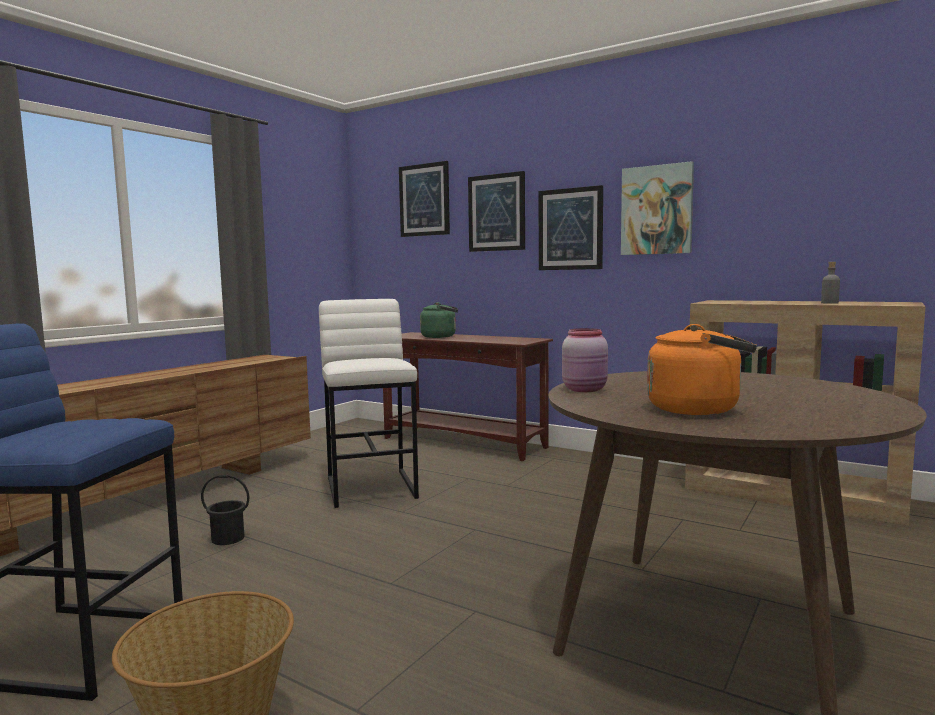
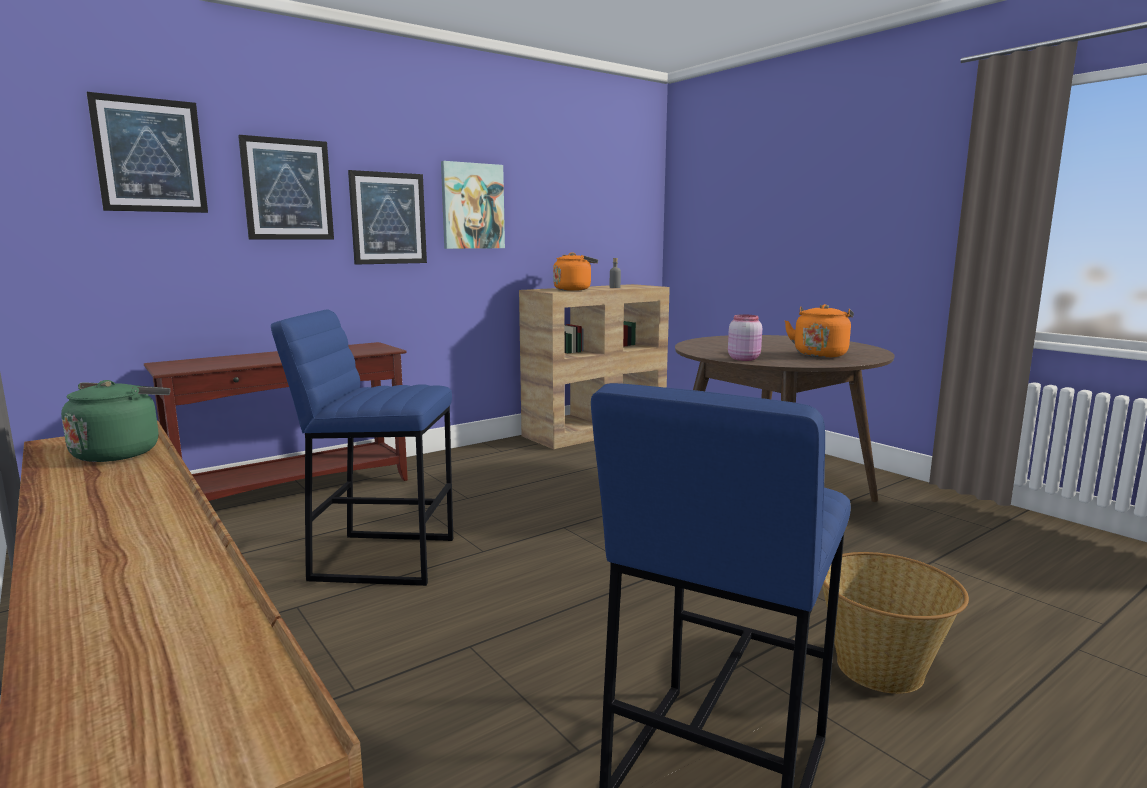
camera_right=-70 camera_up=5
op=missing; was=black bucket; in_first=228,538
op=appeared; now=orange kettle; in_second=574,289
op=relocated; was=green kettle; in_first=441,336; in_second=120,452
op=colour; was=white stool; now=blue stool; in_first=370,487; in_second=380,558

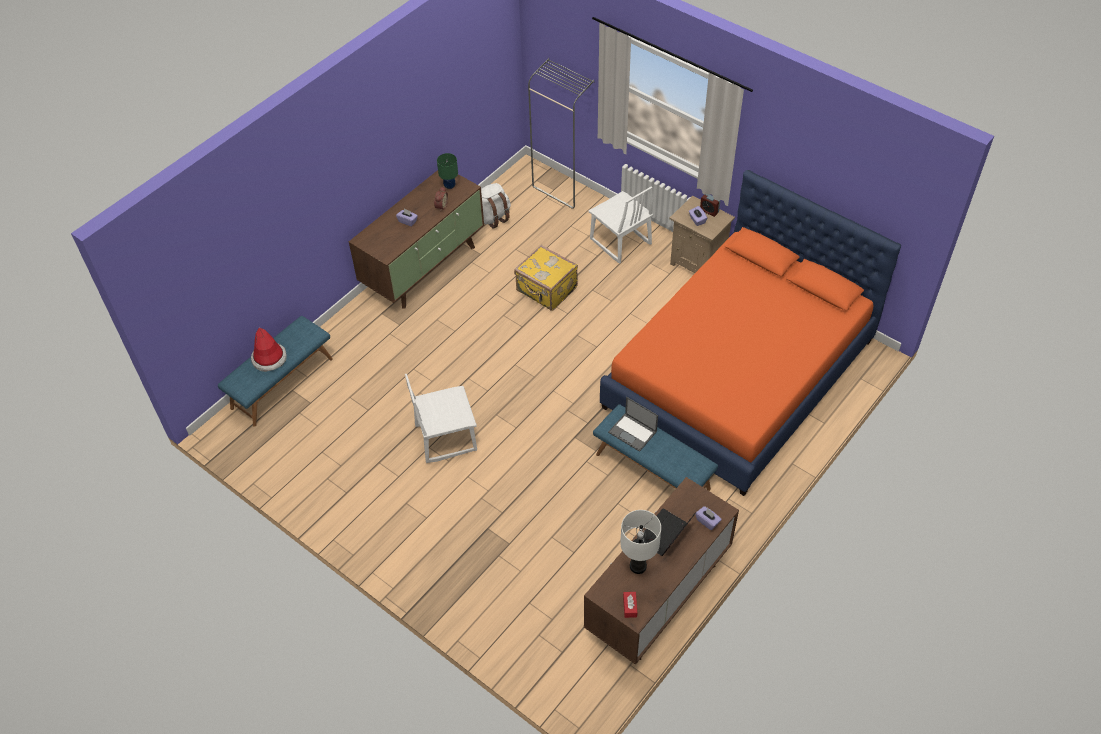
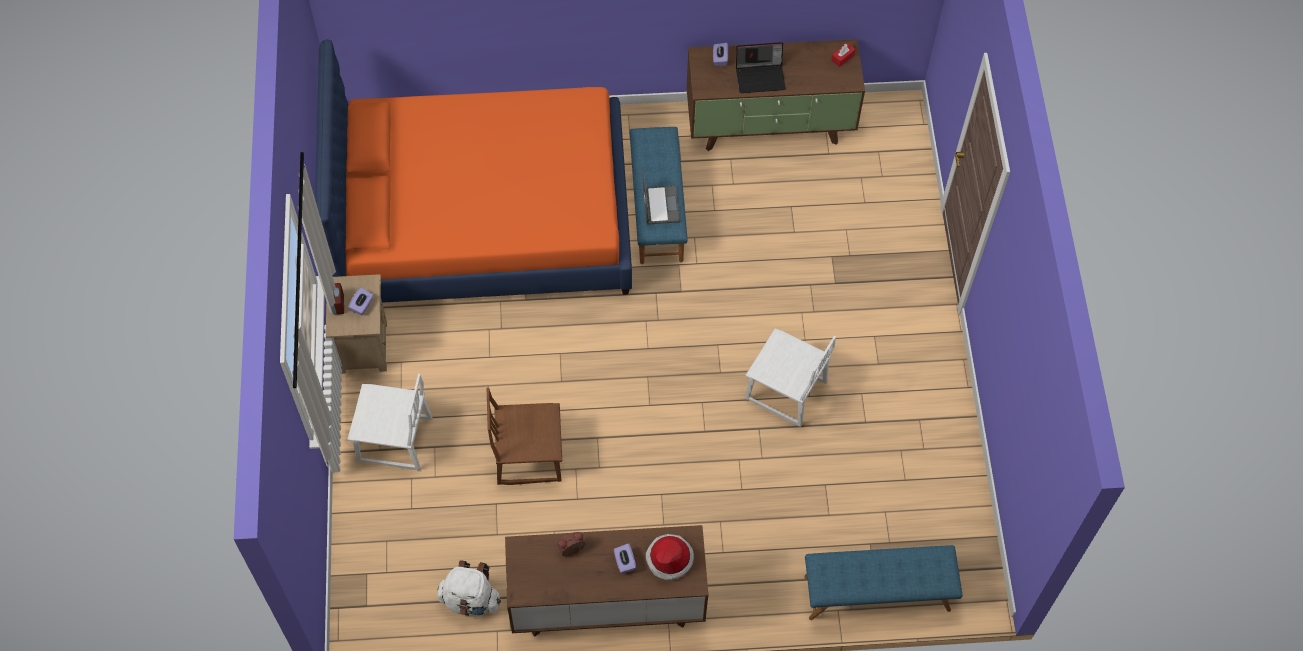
camera_right=-135 camera_up=10
op=missing; was=green table lamp; in_first=449,186
op=missing; was=grey clothes rack; in_first=562,190
op=missing; was=white table lamp; in_first=638,566
op=relocated; was=hat; in_first=269,359; in_second=669,558
op=exchanged; was=yellow suitcase; now=brown chair; in_first=546,290; in_second=528,455
op=spun; was=white chair; in_first=620,242; in_second=395,440; clockwise=90

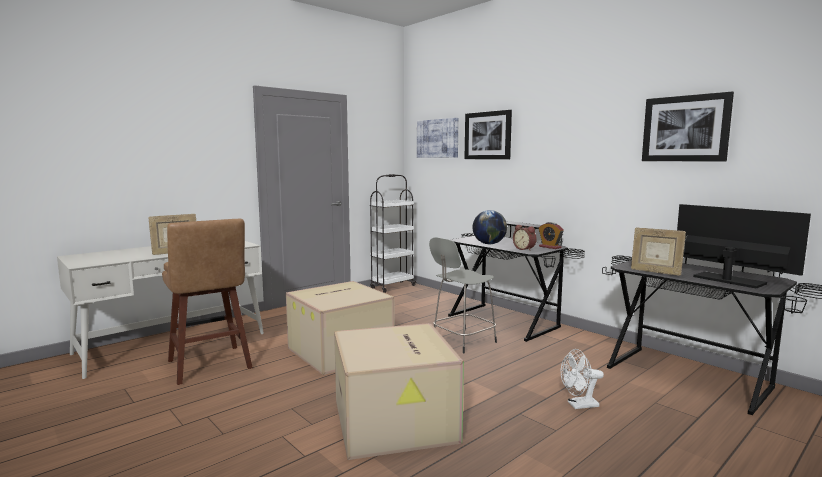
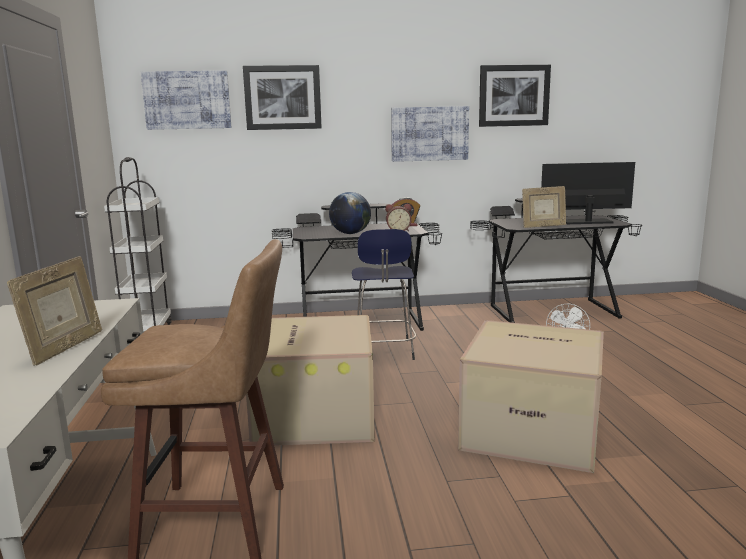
camera_right=-55 camera_up=5
op=appeared; now=picture; in_second=429,134
op=colour; was=grey stool; now=blue stool; in_first=462,341; in_second=383,352

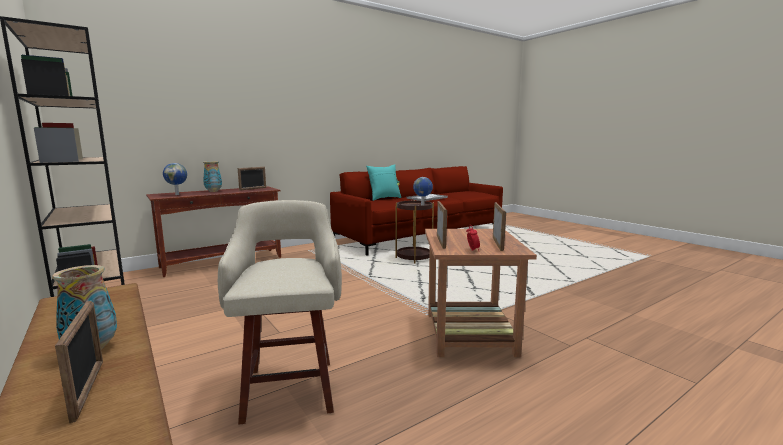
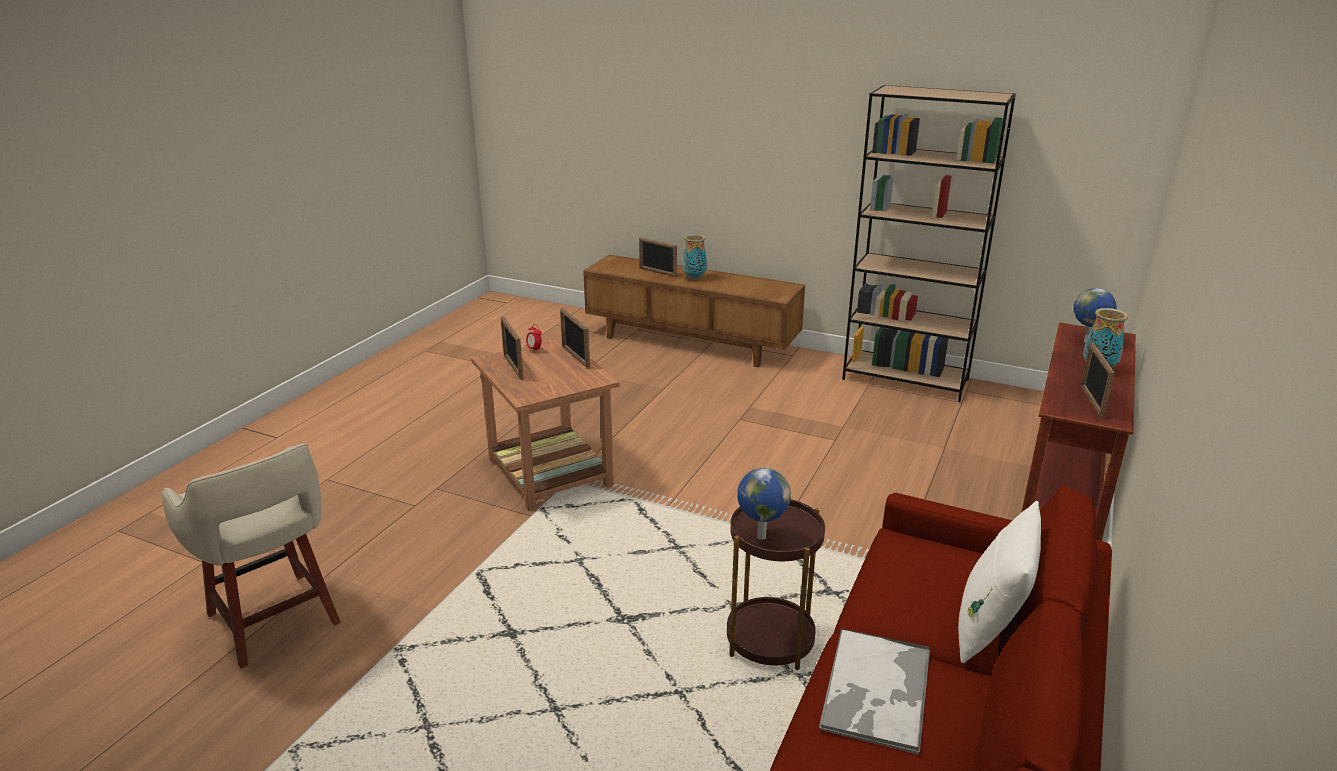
camera_right=150 camera_up=15
op=relocated; was=beige stool; in_first=290,386; in_second=275,622
op=colour; was=turquoise pillow; now=white pillow; in_first=384,198; in_second=990,628

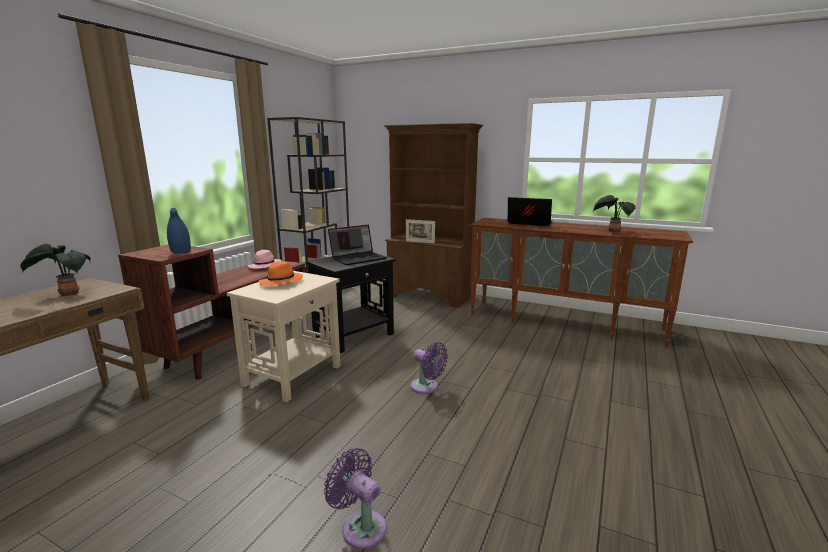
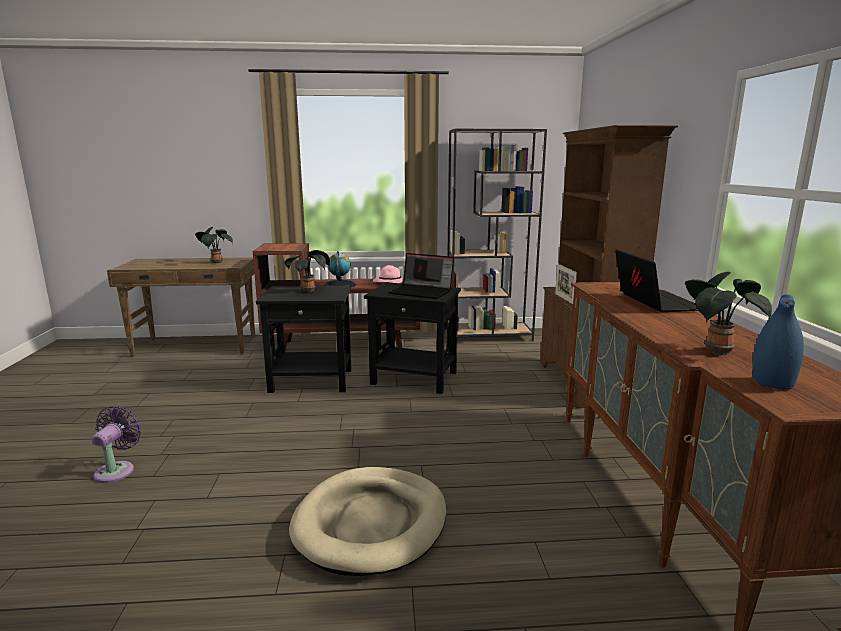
camera_right=60 camera_up=0
op=missing; was=purple fan; in_first=427,387
op=appeared; now=beige dog bed; in_second=371,523
op=appeared; now=globe; in_second=339,285
op=relocated; was=blue vase; in_first=180,252; in_second=772,384
op=exchanged; was=orange hat; now=potted plant; in_first=281,282; in_second=310,290
op=colour; was=beige side table; now=black side table; in_first=293,375; in_second=311,381

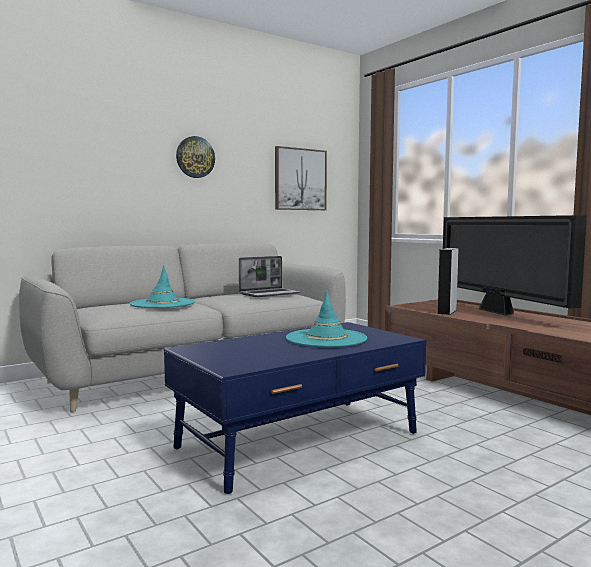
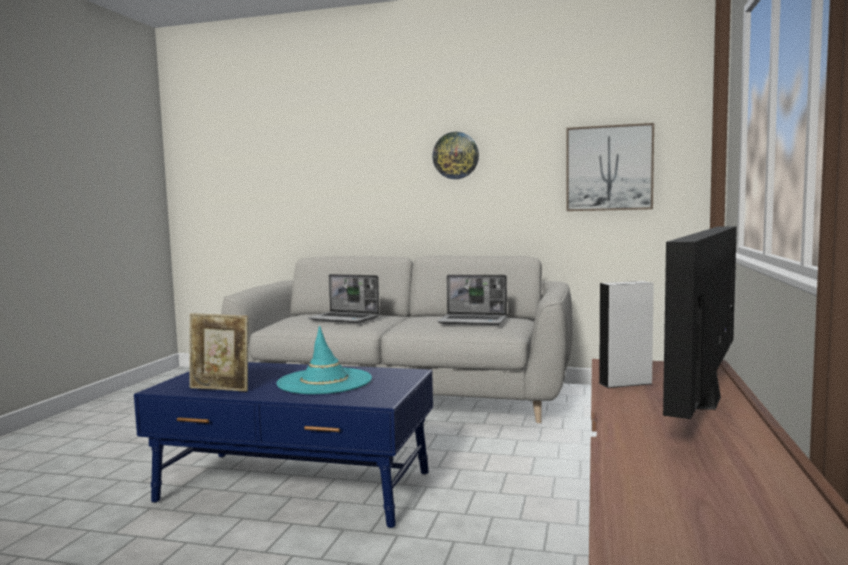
camera_right=50 camera_up=0
op=appeared; now=picture frame; in_second=220,389
op=exchanged; was=turquoise hat; now=laptop; in_first=162,303; in_second=345,318

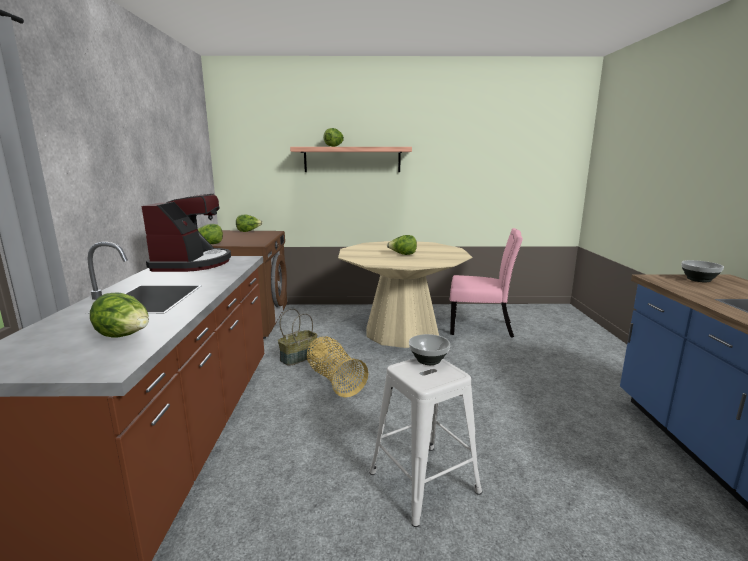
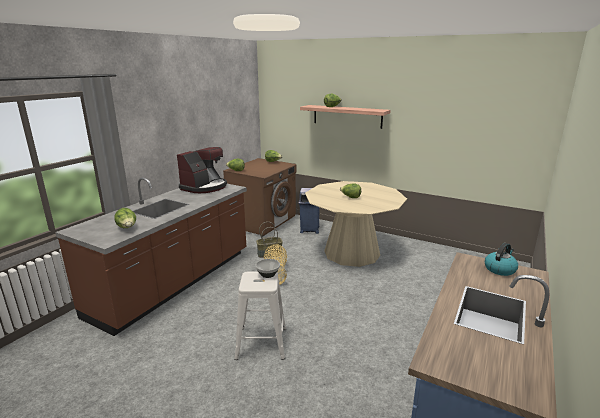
camera_right=30 camera_up=5
op=missing; was=pink chair; in_first=479,327
op=appeared; now=blue trash can; in_second=309,229
op=exchanged; was=bowl; now=kettle; in_first=698,280; in_second=500,269

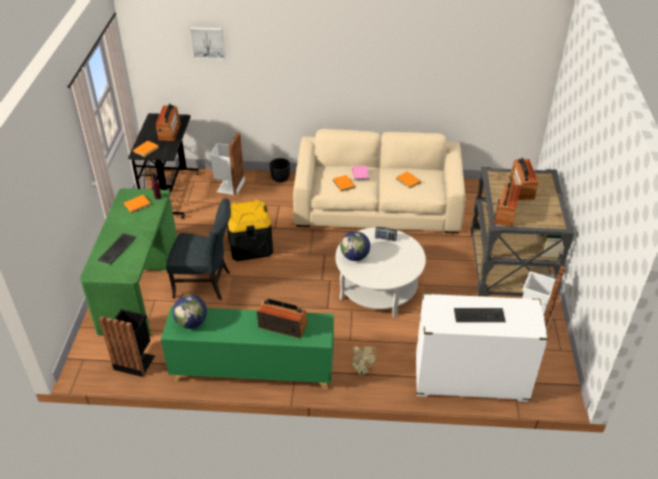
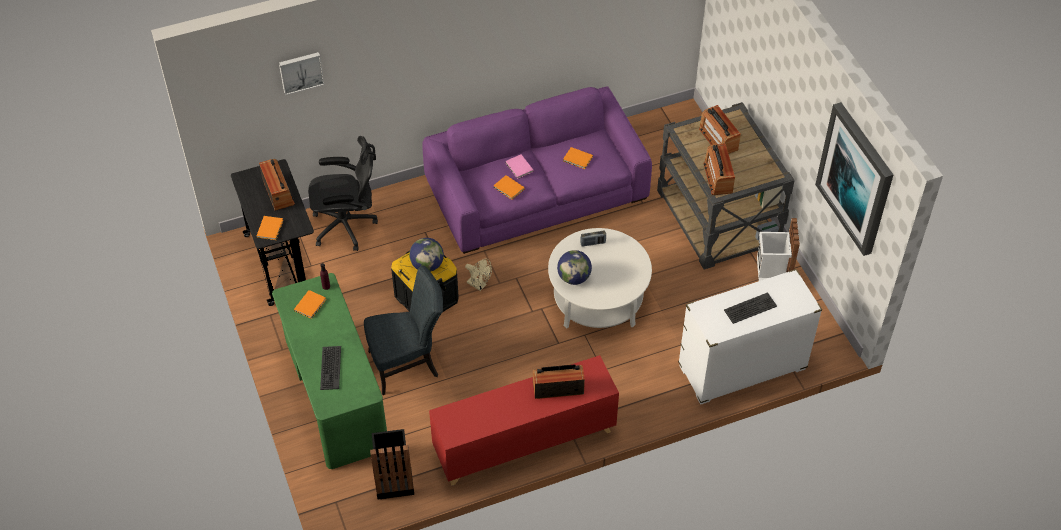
camera_right=-25 camera_up=10
op=missing; was=black planter; in_first=280,178
op=appeared; now=picture; in_second=856,178
op=relocated; was=globe; in_first=191,323; in_second=427,265
op=relocated; was=beige fan; in_first=362,370; in_second=479,285
op=exchanged; was=white trash can; now=office chair; in_first=229,186; in_second=347,226
op=colour; was=green cabinet; now=red cabinet; in_first=252,370; in_second=524,442
op=colour; was=beige sofa; now=purple sofa; in_first=377,202; in_second=536,188

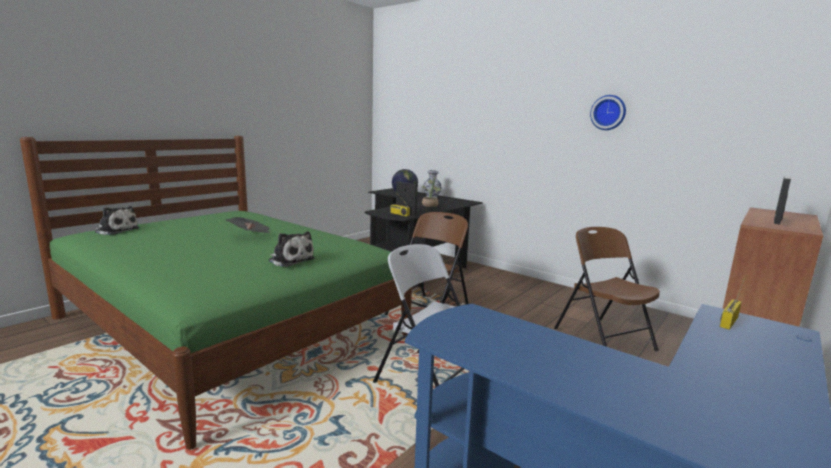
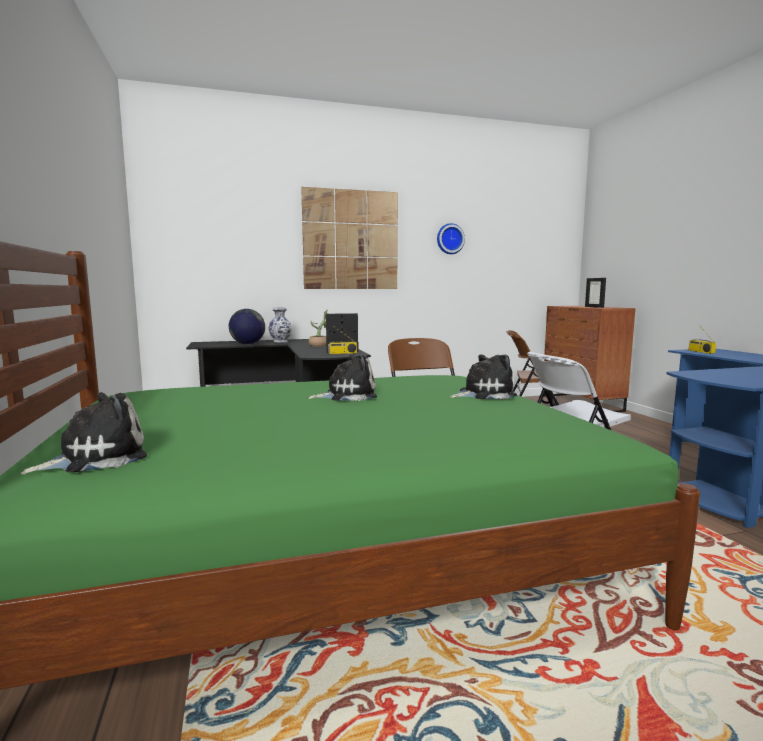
camera_right=-55 camera_up=-5
op=appeared; now=picture; in_second=351,240
op=exchanged; was=newspaper; now=plush toy; in_first=251,237; in_second=347,395

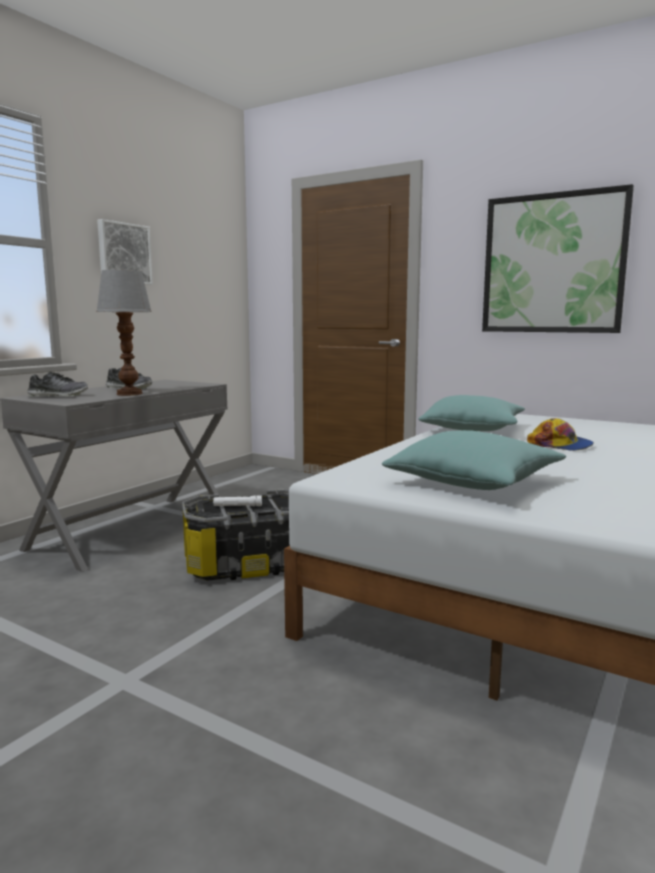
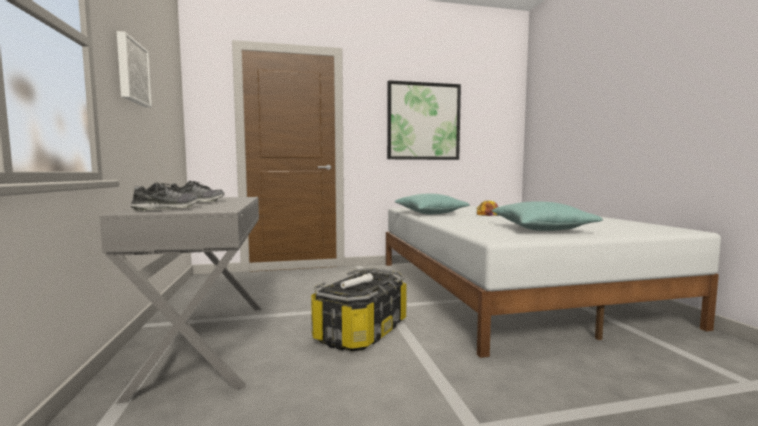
camera_right=-45 camera_up=-5
op=missing; was=table lamp; in_first=129,394

